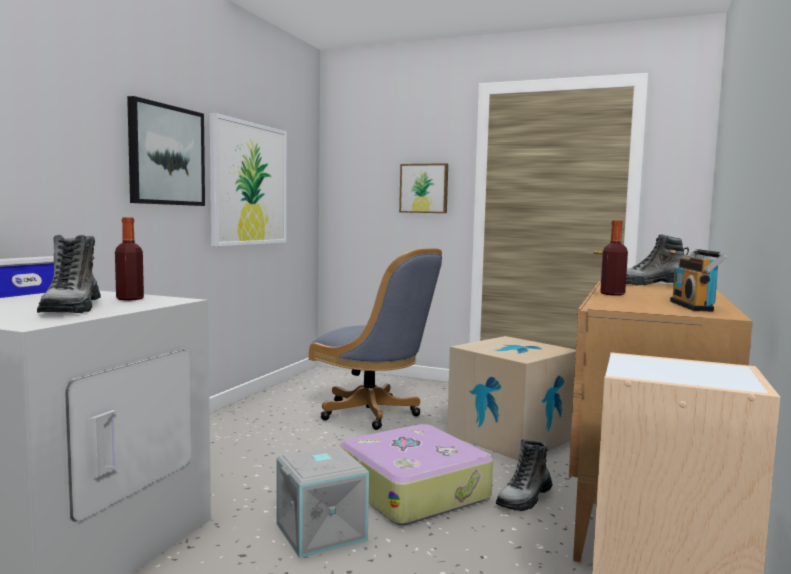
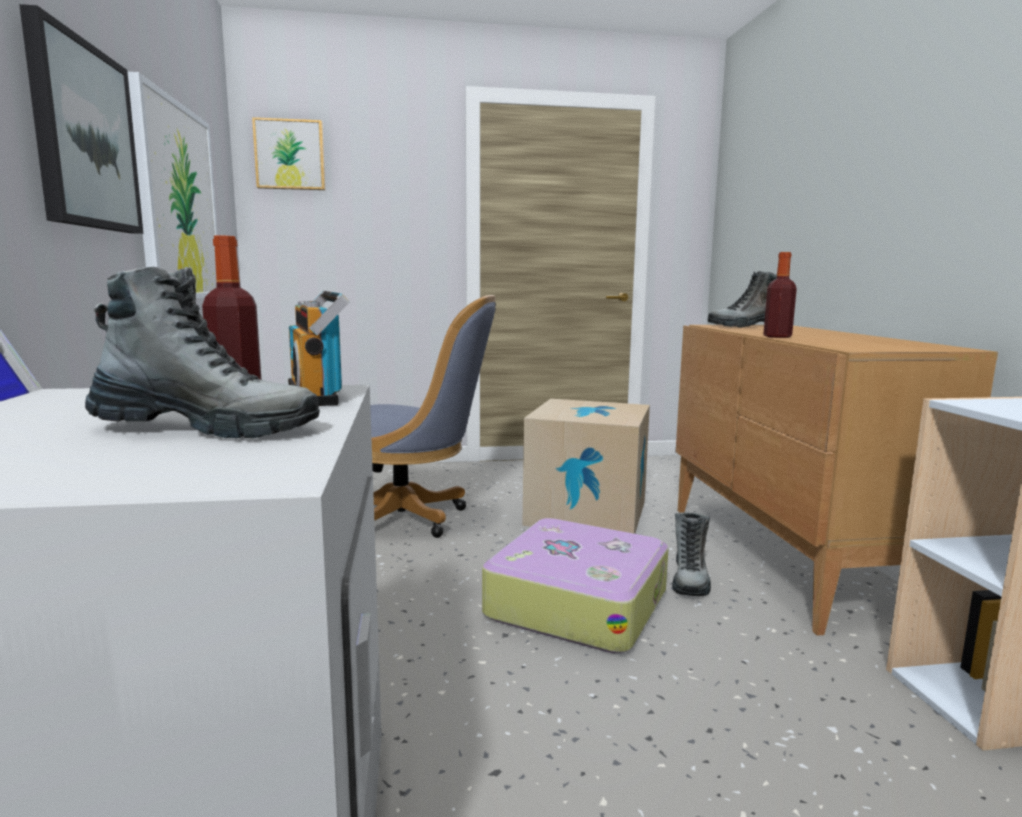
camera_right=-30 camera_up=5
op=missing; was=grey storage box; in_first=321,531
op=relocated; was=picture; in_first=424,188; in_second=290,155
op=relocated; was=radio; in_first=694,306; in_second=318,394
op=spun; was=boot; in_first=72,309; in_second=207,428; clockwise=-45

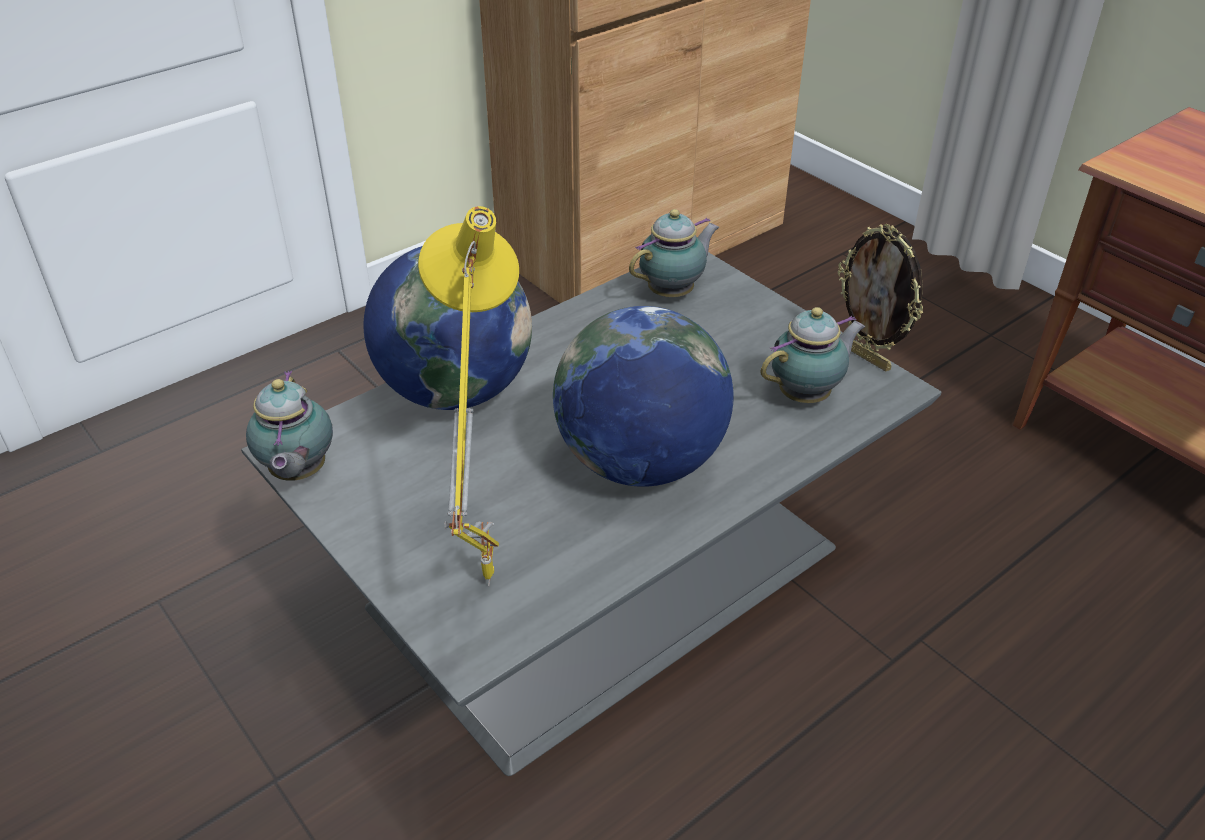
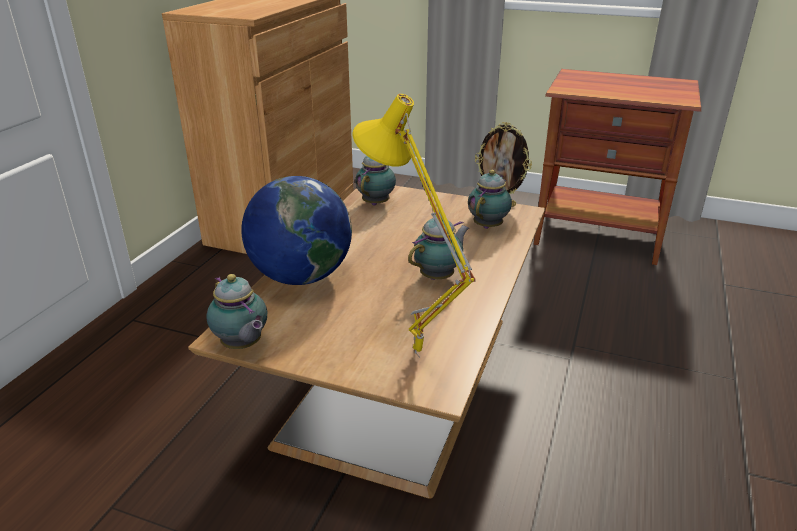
camera_right=-30 camera_up=-10
op=exchanged; was=globe; now=teapot; in_first=640,462; in_second=439,276
op=colour; was=grey coffee table; now=brown coffee table; in_first=600,581; in_second=398,380

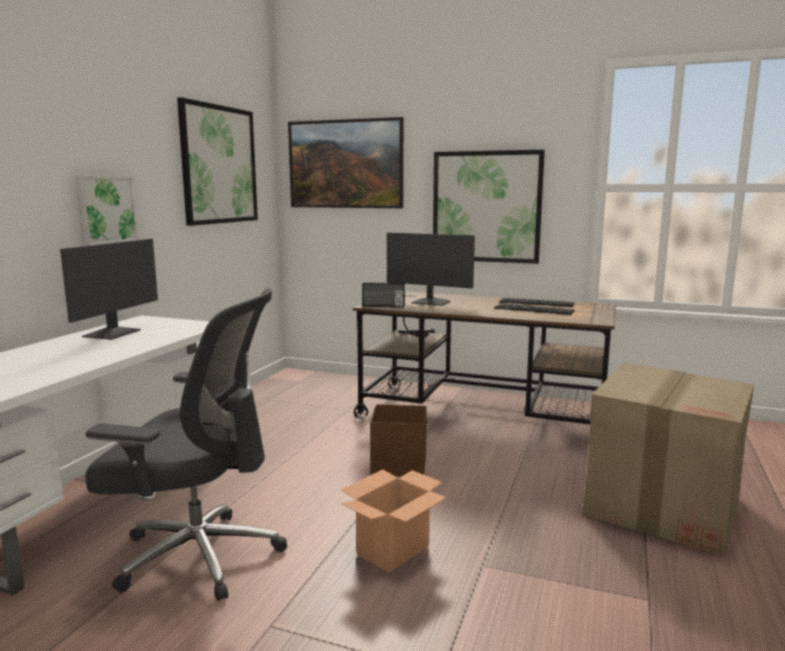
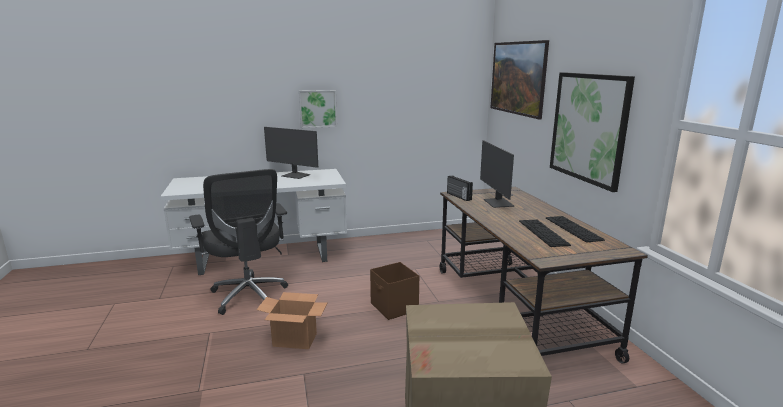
camera_right=55 camera_up=5
op=missing; was=picture; in_first=219,165
op=spun; was=monitor; in_first=113,333; in_second=295,175; clockwise=45

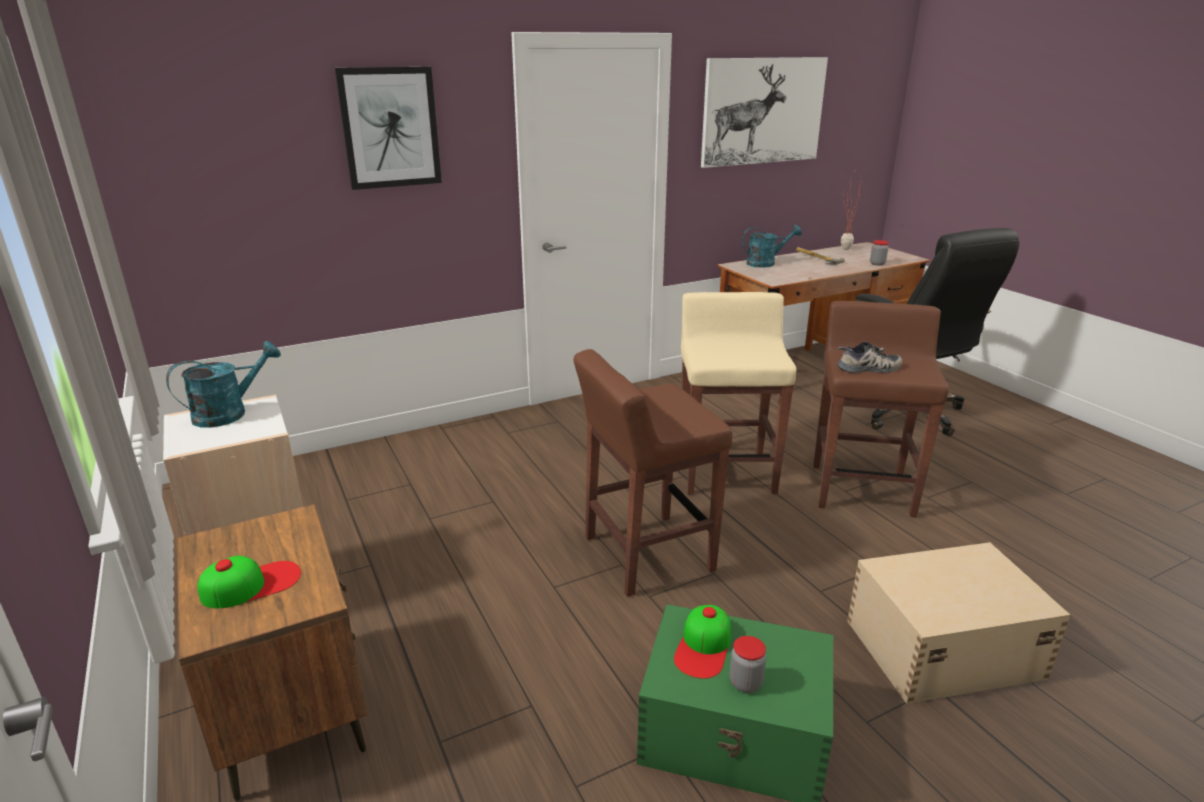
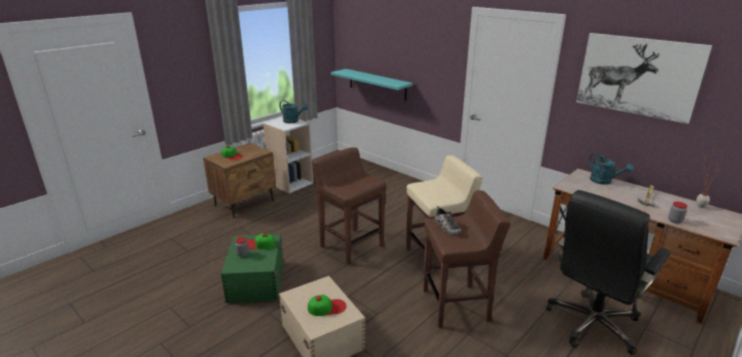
camera_right=70 camera_up=0
op=missing; was=picture; in_first=390,128
op=appeared; now=cap; in_second=327,307
op=appeared; now=turquoise shelf; in_second=377,84

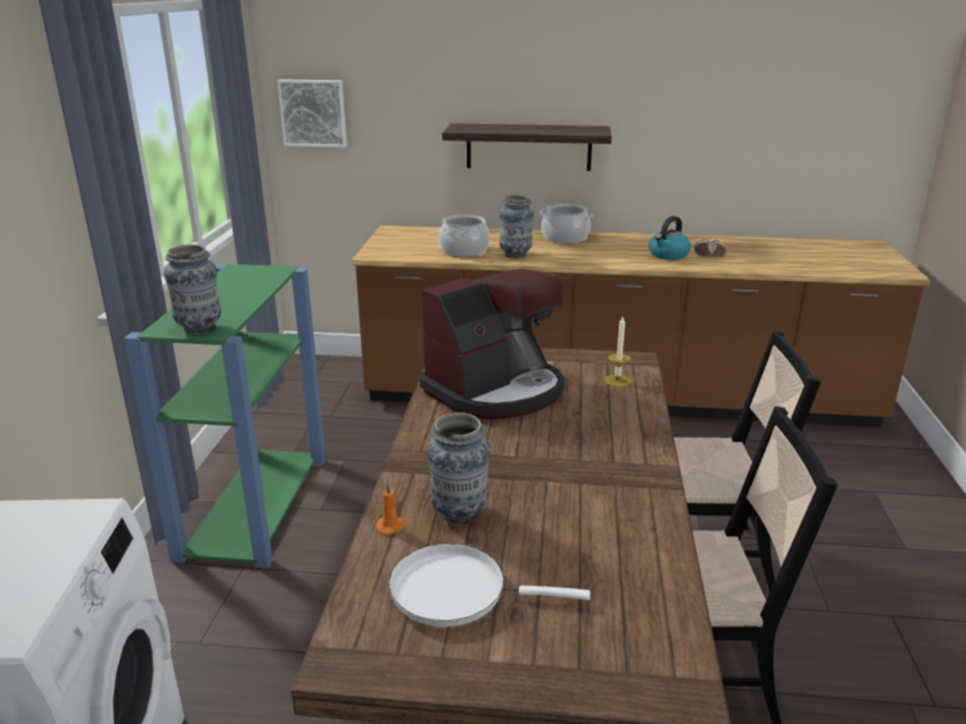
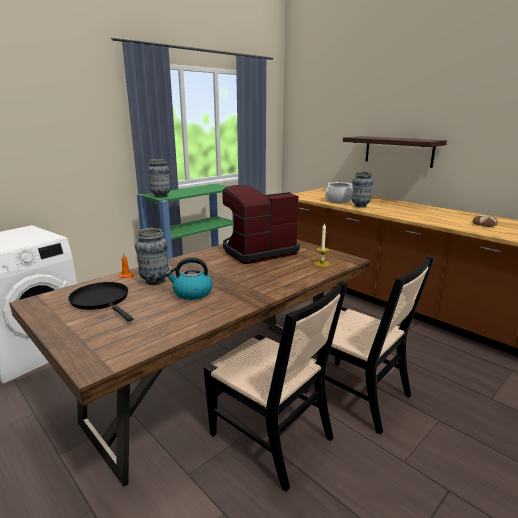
camera_right=40 camera_up=-5
op=missing; was=picture; in_first=313,113
op=missing; was=cooking pot; in_first=565,238
op=relocated; was=kettle; in_first=668,255; in_second=192,293
op=colour; was=white frying pan; now=black frying pan; in_first=456,591; in_second=102,300
op=spun; was=coffee machine; in_first=496,390; in_second=257,251; clockwise=150

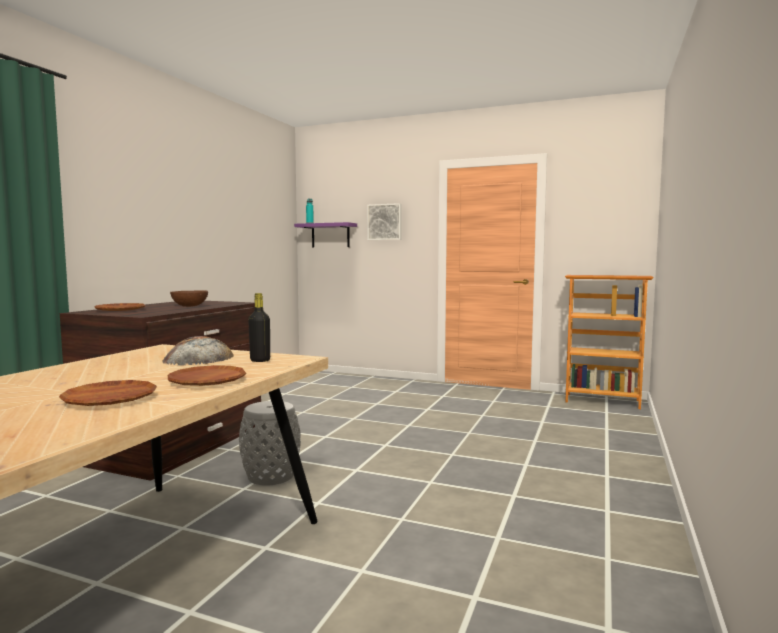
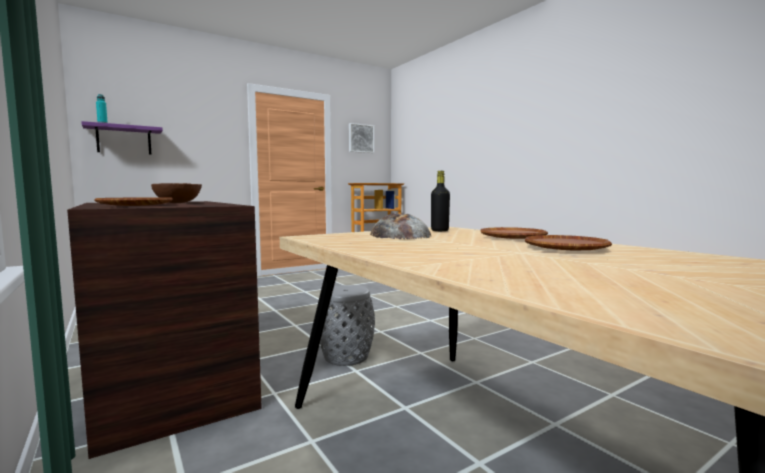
camera_right=-55 camera_up=0
op=relocated; was=picture; in_first=385,222; in_second=360,138

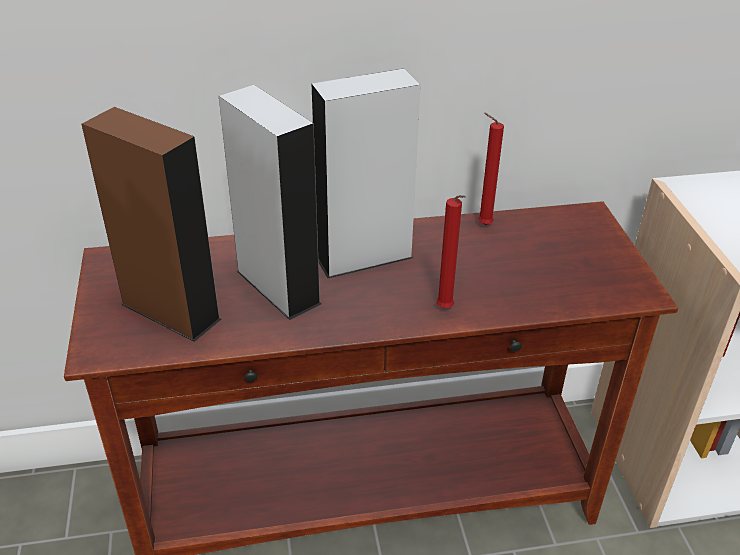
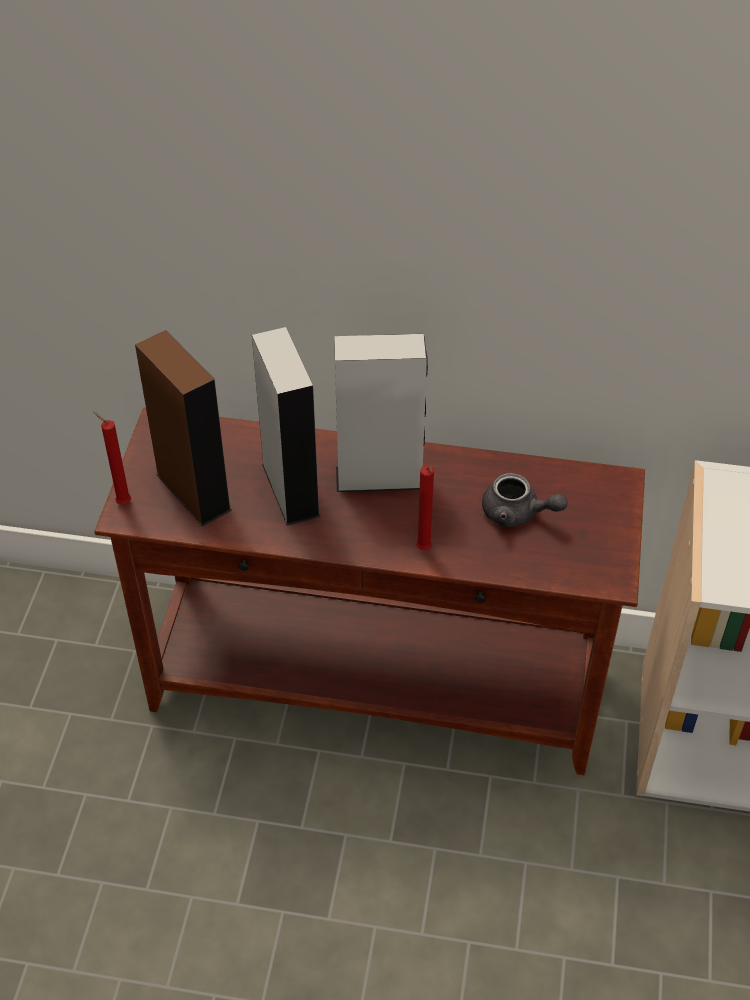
camera_right=20 camera_up=10
op=appeared; now=grey teapot; in_second=517,514
op=relocated; was=red candle; in_first=482,224; in_second=121,502

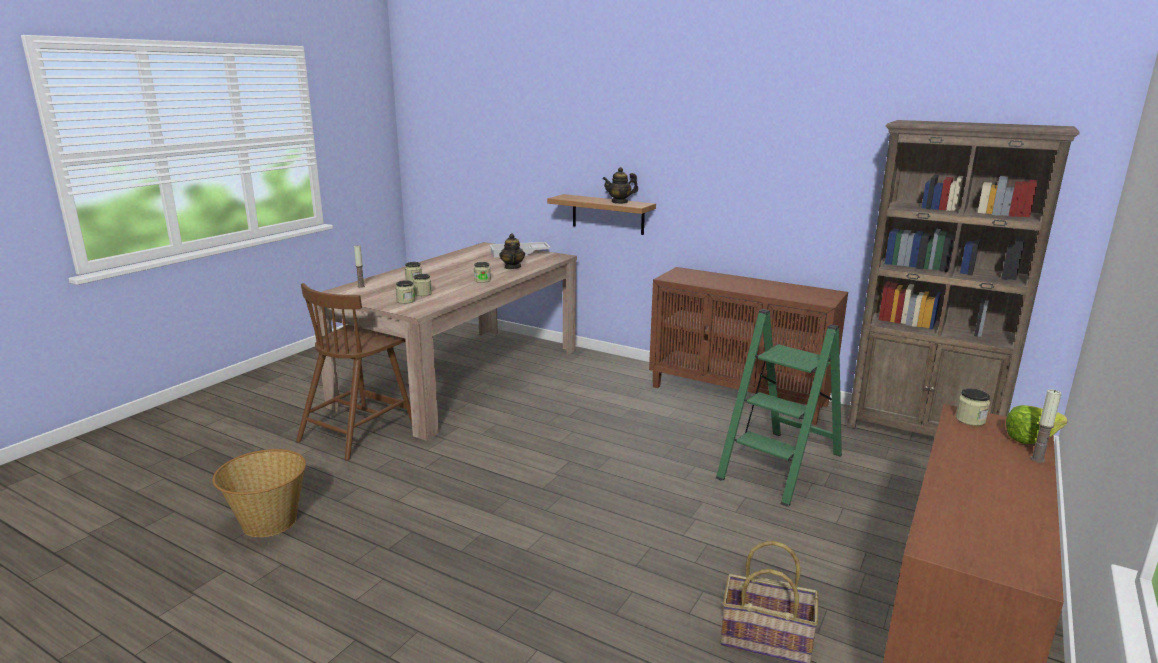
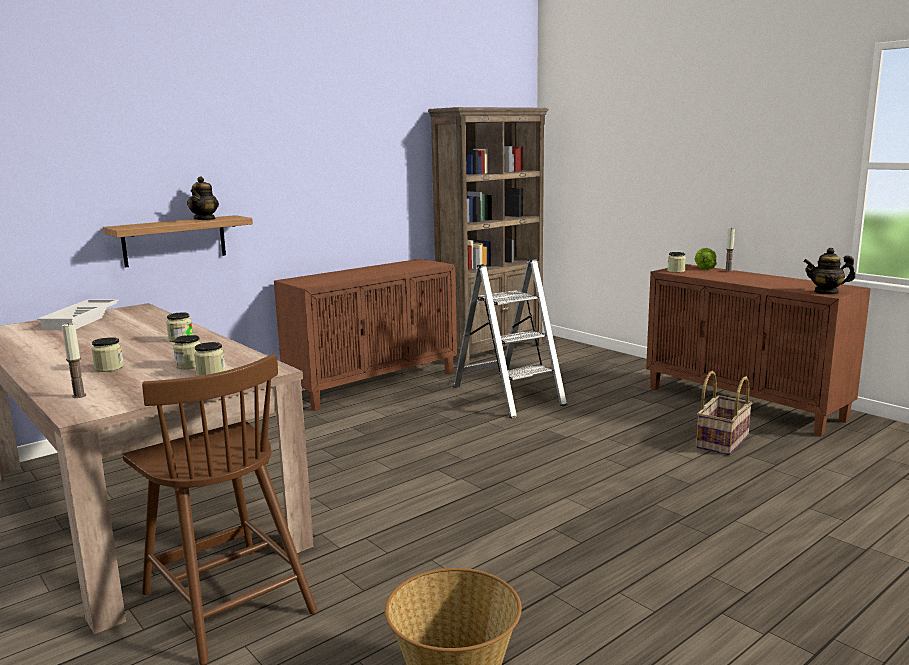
camera_right=-70 camera_up=-5
op=relocated; was=teapot; in_first=512,267; in_second=826,292
op=colour; was=green step ladder; now=grey step ladder; in_first=781,465; in_second=507,395

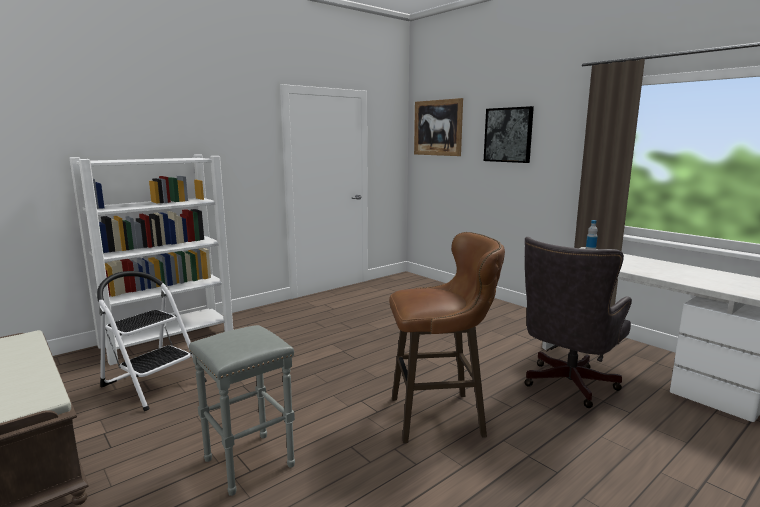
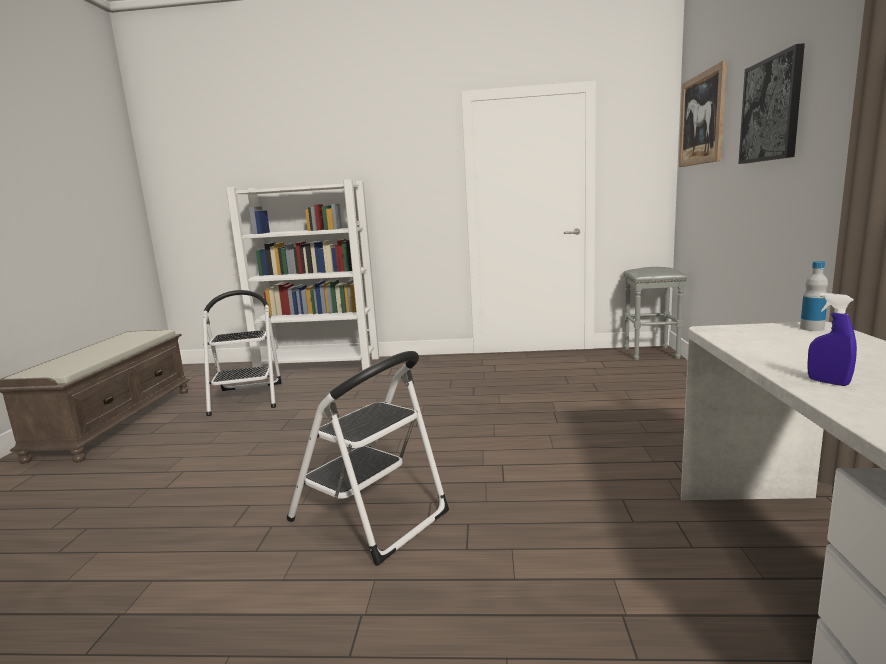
camera_right=45 camera_up=0
op=missing; was=grey office chair; in_first=567,385
op=appeared; now=blue spray bottle; in_second=828,382
op=relocated; was=grey stool; in_first=247,462; in_second=649,353
op=exchanged; was=brown stool; now=step ladder; in_first=441,416; in_second=371,518

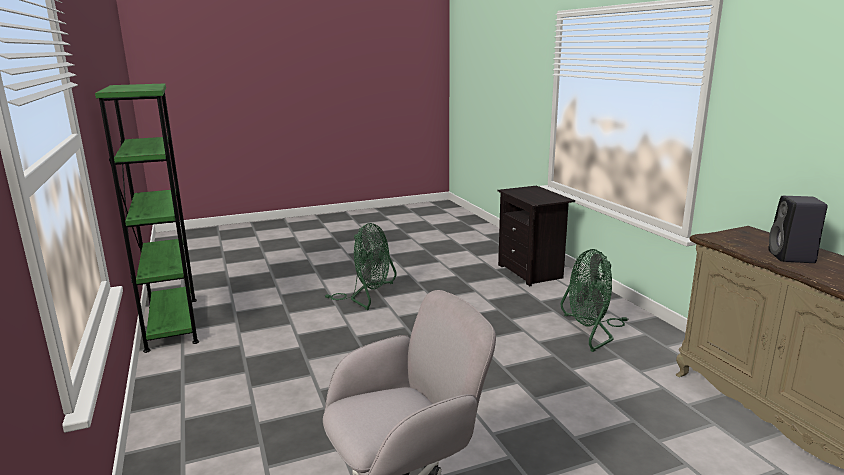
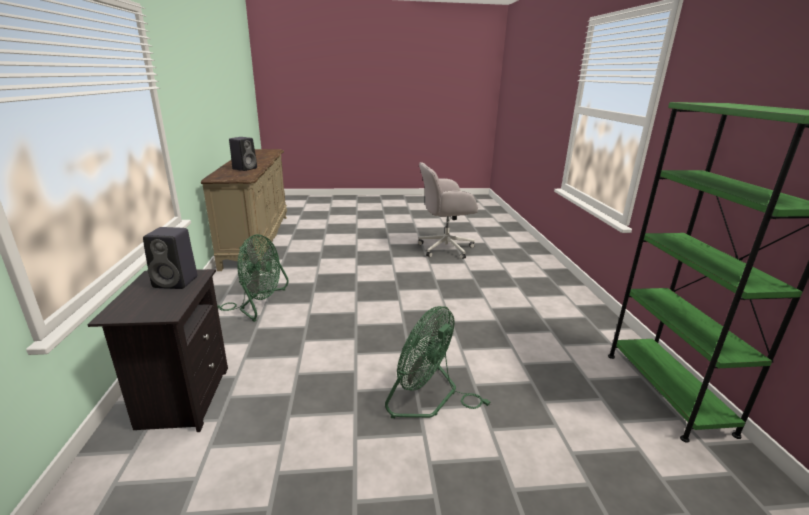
camera_right=-165 camera_up=5
op=appeared; now=black speaker; in_second=177,282

